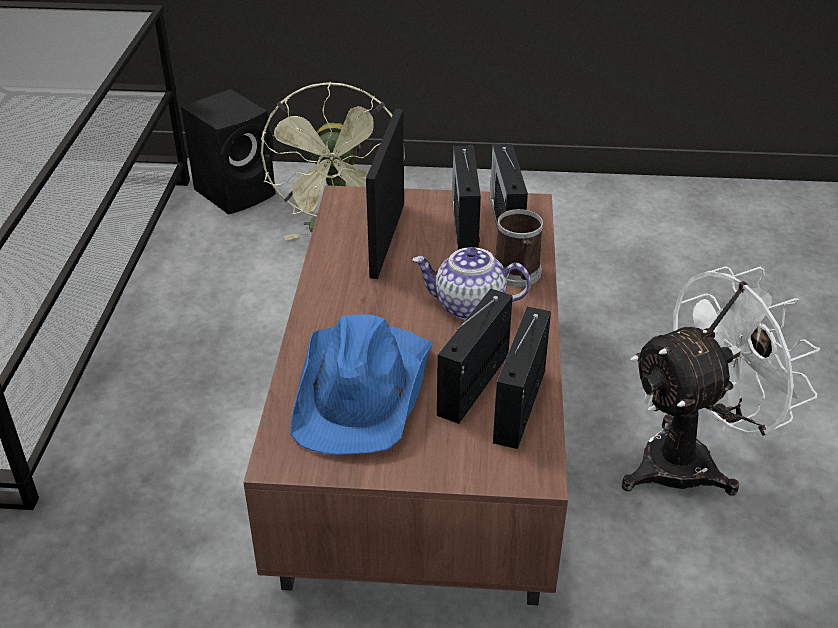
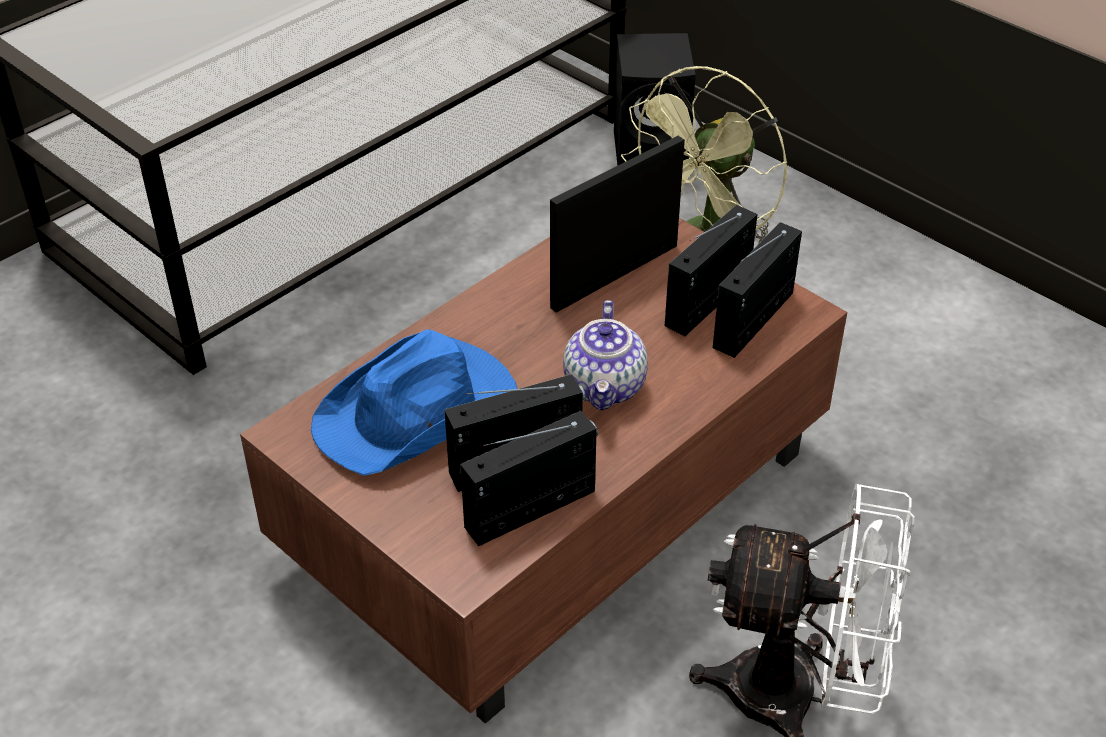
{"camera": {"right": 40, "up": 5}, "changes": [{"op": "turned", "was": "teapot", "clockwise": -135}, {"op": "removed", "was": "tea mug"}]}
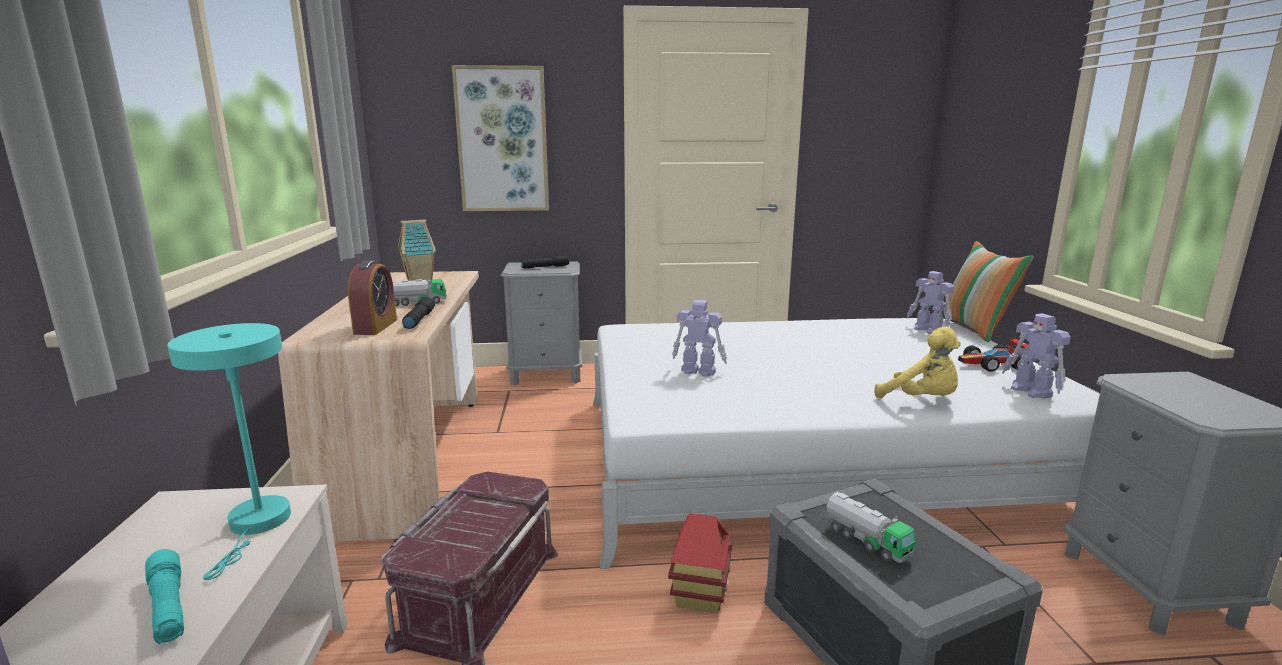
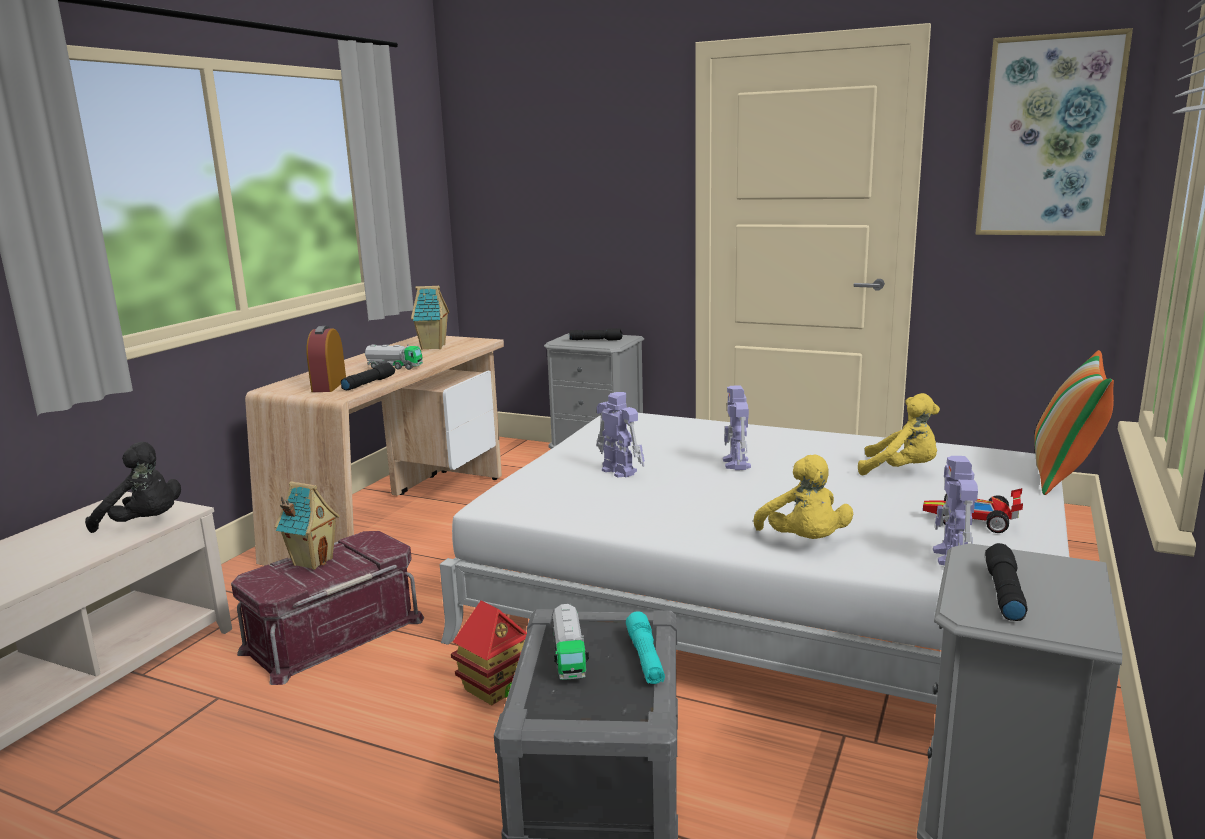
{"camera": {"right": 30, "up": 0}, "changes": [{"op": "replaced", "was": "turquoise lamp for a table", "now": "black-coloured cuddly toy"}, {"op": "added", "now": "miniature house (1st from left)"}, {"op": "turned", "was": "table clock", "clockwise": 150}, {"op": "moved", "was": "turquoise hand torch"}, {"op": "moved", "was": "model robot (2nd from left)"}, {"op": "added", "now": "yellow-coloured cuddly toy (2nd from left)"}, {"op": "moved", "was": "picture"}, {"op": "added", "now": "black-coloured hand torch (3rd from left)"}]}
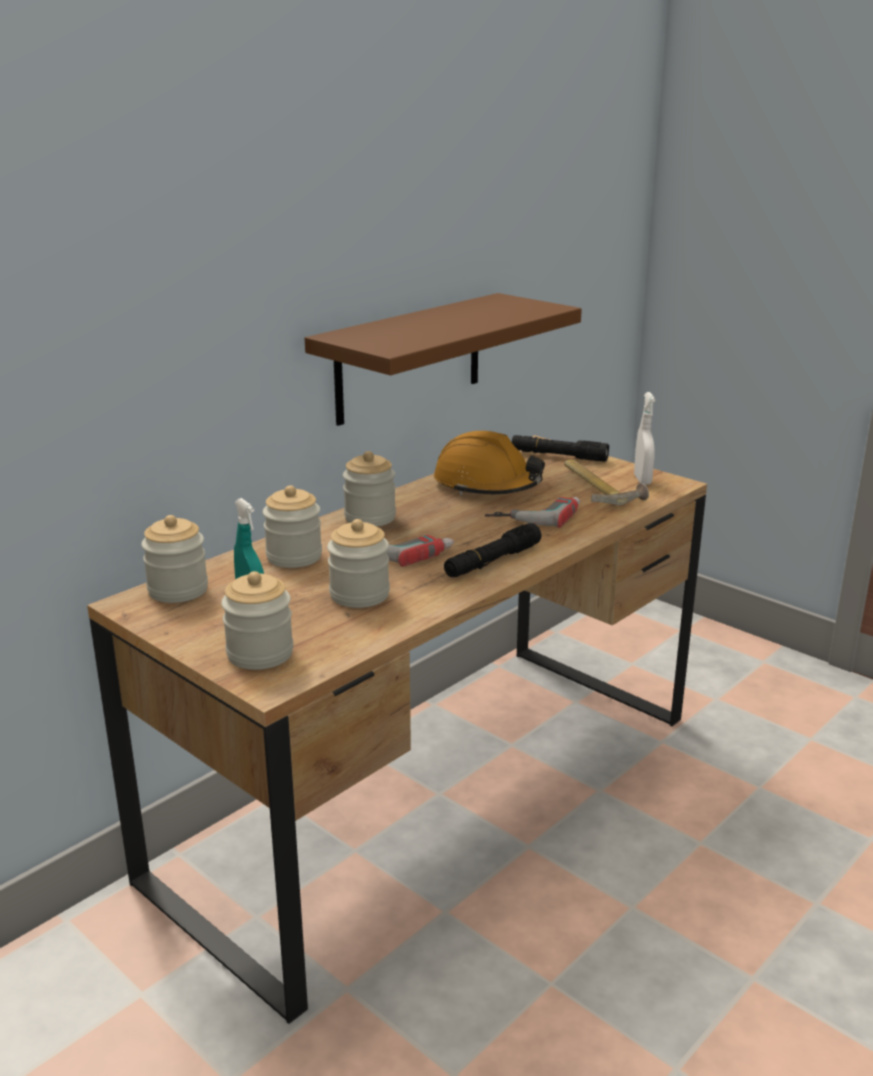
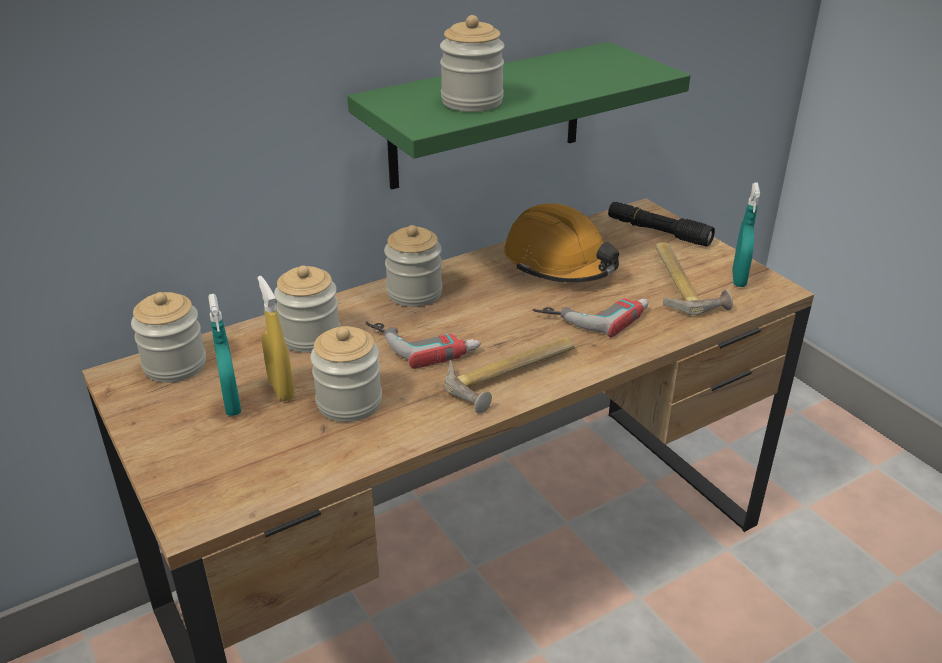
{"camera": {"right": 15, "up": 10}, "changes": [{"op": "added", "now": "yellow-coloured hand sprayer"}, {"op": "recoloured", "was": "brownish wall shelf", "now": "greenish wall shelf"}, {"op": "moved", "was": "storage jar (2nd from left in the first image)", "now": "storage jar (5th from left)"}, {"op": "replaced", "was": "black-coloured hand torch (1st from left)", "now": "hand hammer (1st from left)"}, {"op": "recoloured", "was": "white hand sprayer", "now": "turquoise hand sprayer (2nd from left)"}]}
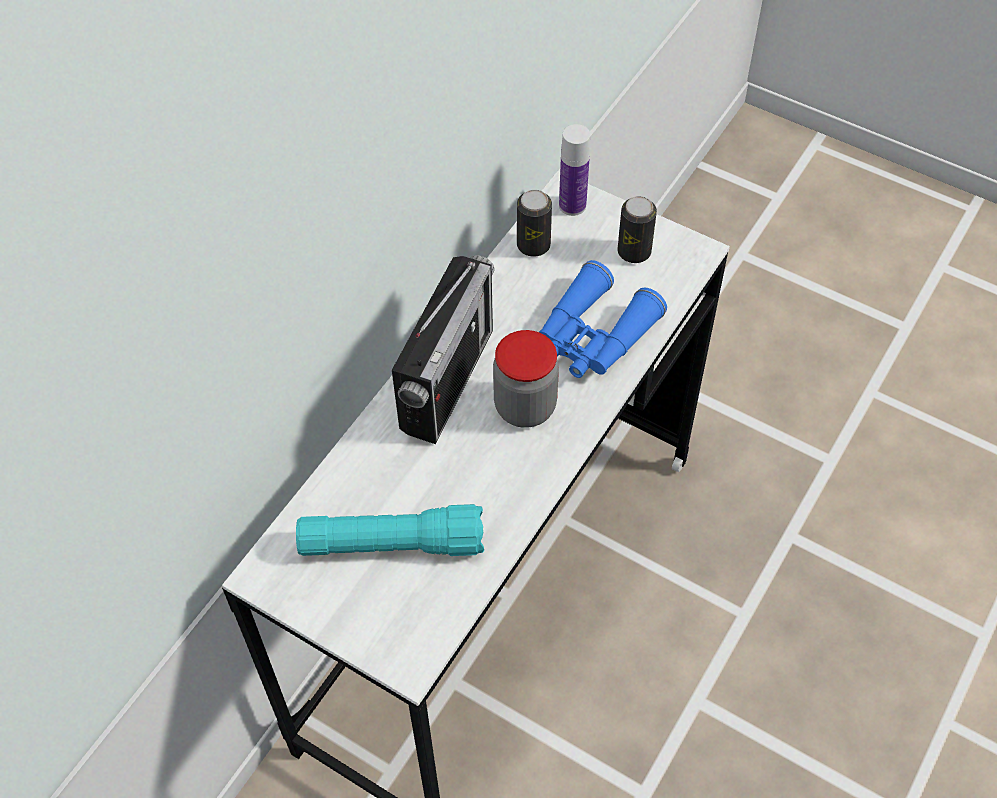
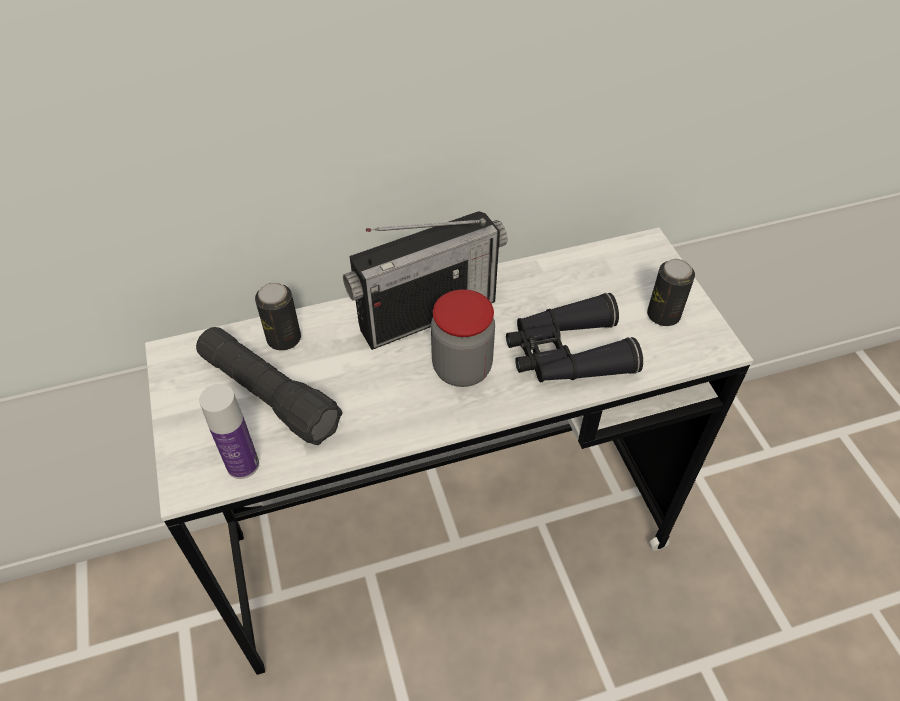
{"camera": {"right": 40, "up": -5}, "changes": [{"op": "recoloured", "was": "turquoise hand torch", "now": "black-coloured hand torch"}, {"op": "moved", "was": "drink bottle"}, {"op": "moved", "was": "metal can (1st from left)"}, {"op": "recoloured", "was": "bluish pair of binoculars", "now": "black-coloured pair of binoculars"}]}
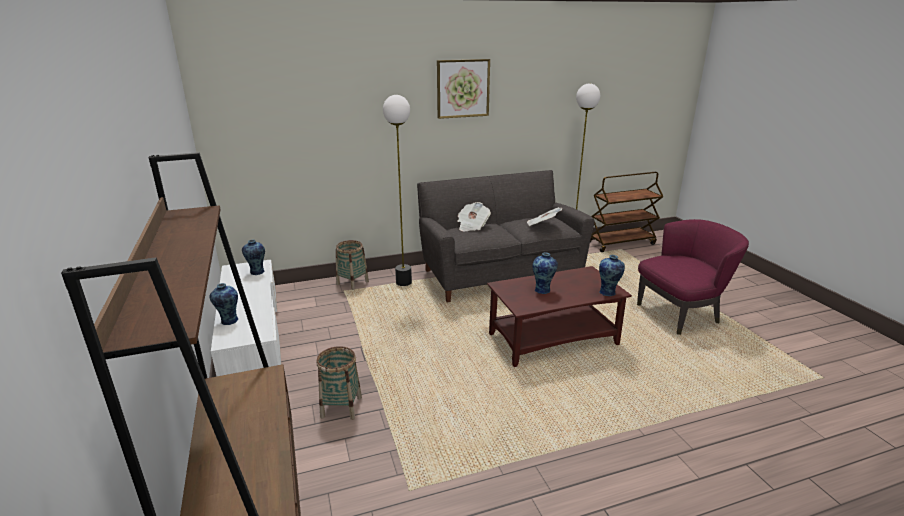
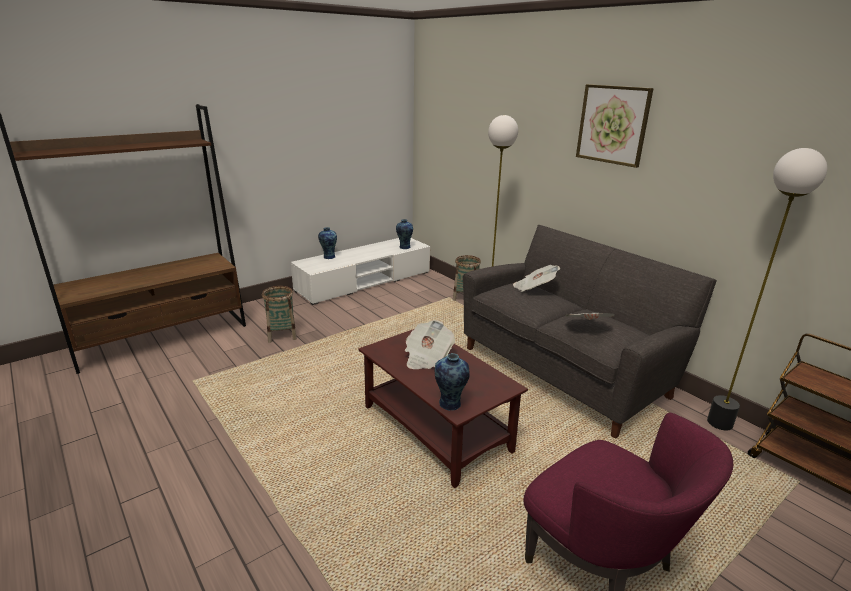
{"camera": {"right": 70, "up": 0}, "changes": [{"op": "replaced", "was": "decorative vase (3rd from left)", "now": "newspaper (1st from left)"}]}
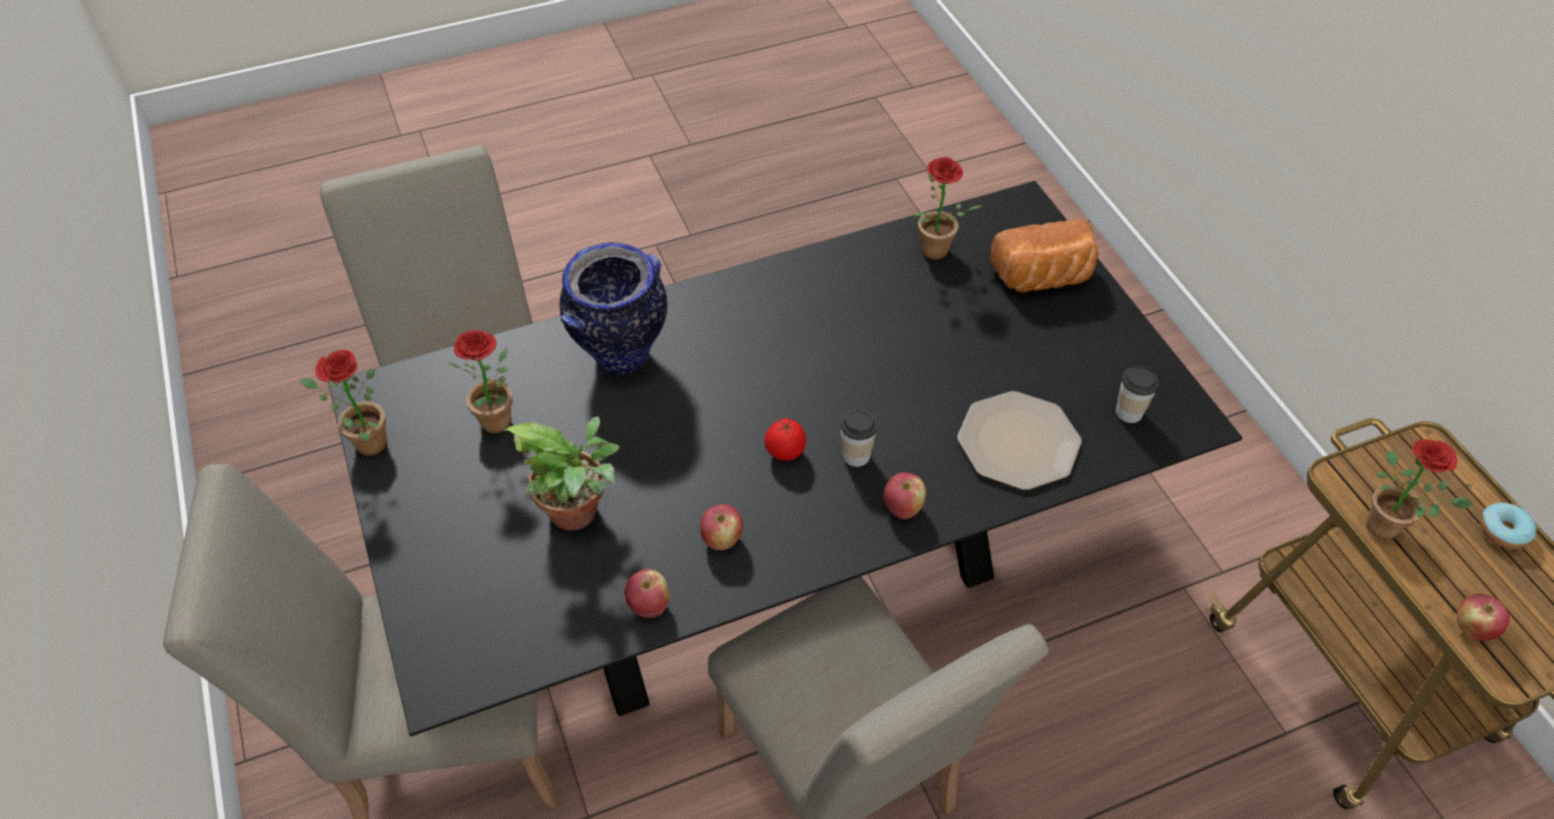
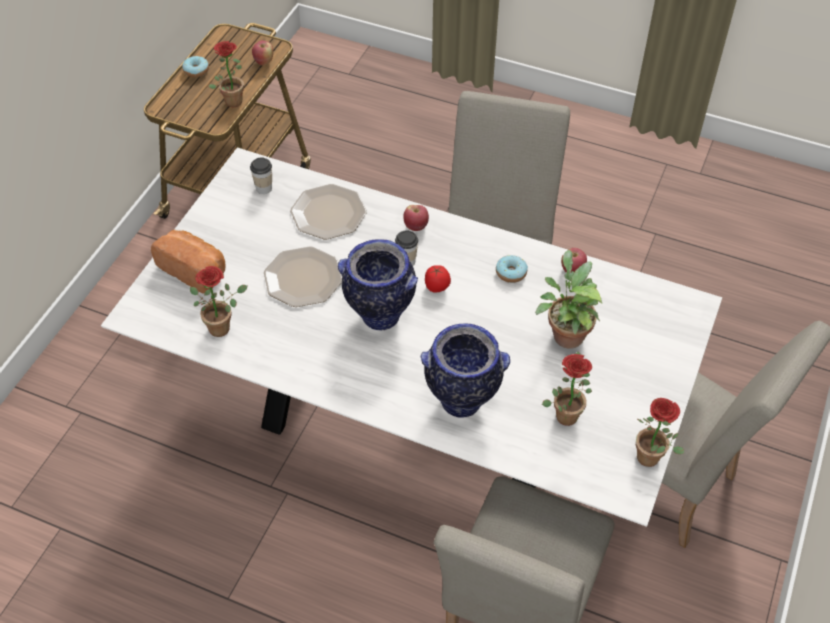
{"camera": {"right": -135, "up": 0}, "changes": [{"op": "recoloured", "was": "black-coloured kitchen table", "now": "white kitchen table"}, {"op": "added", "now": "dinner plate (1st from left)"}, {"op": "added", "now": "decorative vase (1st from left)"}, {"op": "replaced", "was": "whole apple (2nd from left)", "now": "ring doughnut (2nd from left)"}]}
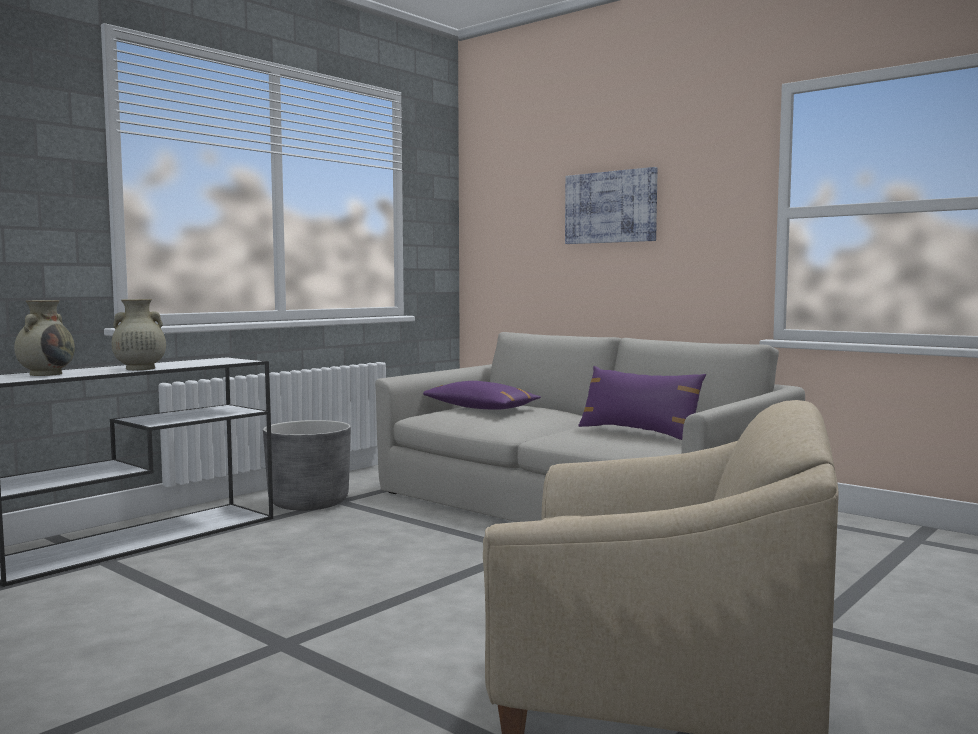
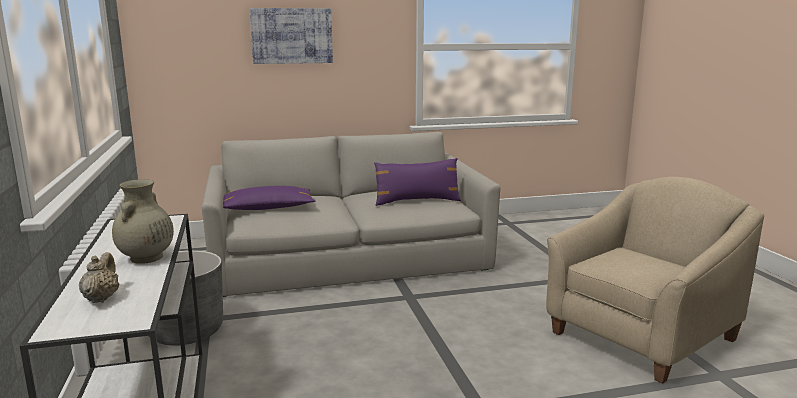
{"camera": {"right": -55, "up": 10}, "changes": [{"op": "replaced", "was": "beige decorative vase (1st from left)", "now": "beige teapot"}]}
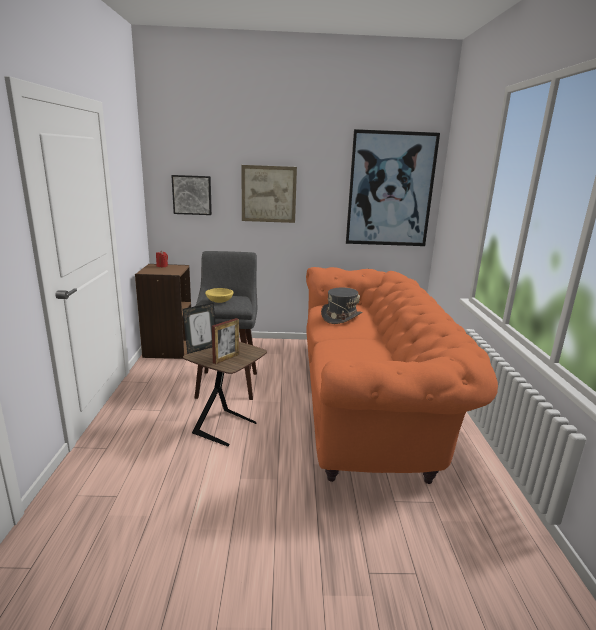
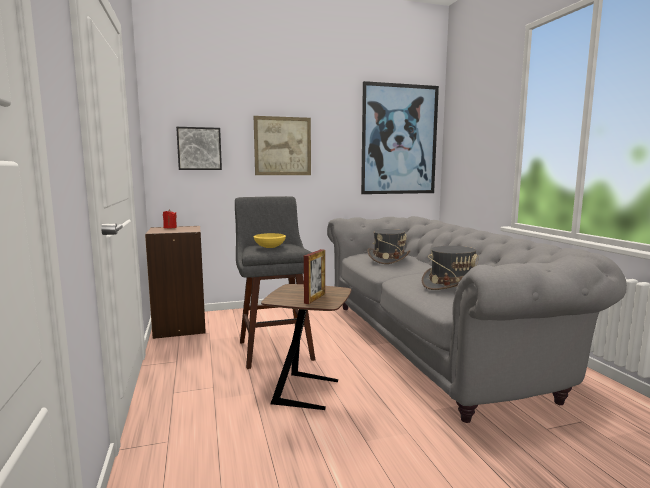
{"camera": {"right": -15, "up": -10}, "changes": [{"op": "recoloured", "was": "orange-coloured settee", "now": "greyish settee"}, {"op": "added", "now": "greyish wearable hat (2nd from left)"}, {"op": "removed", "was": "photo frame (1st from left)"}]}
